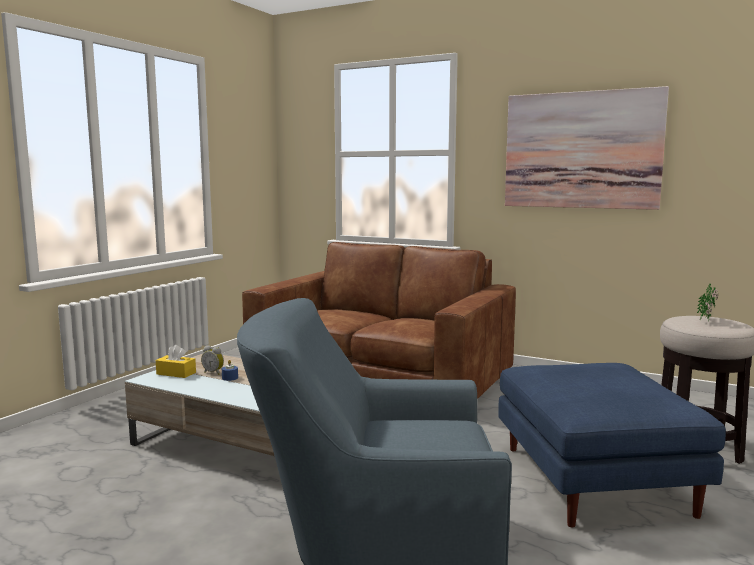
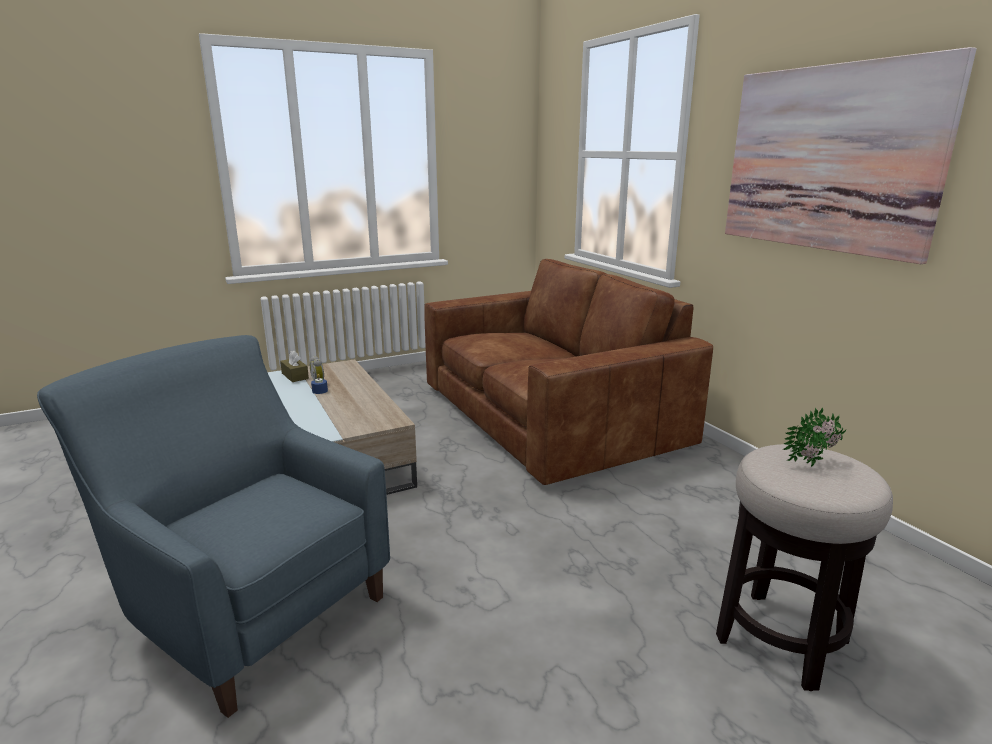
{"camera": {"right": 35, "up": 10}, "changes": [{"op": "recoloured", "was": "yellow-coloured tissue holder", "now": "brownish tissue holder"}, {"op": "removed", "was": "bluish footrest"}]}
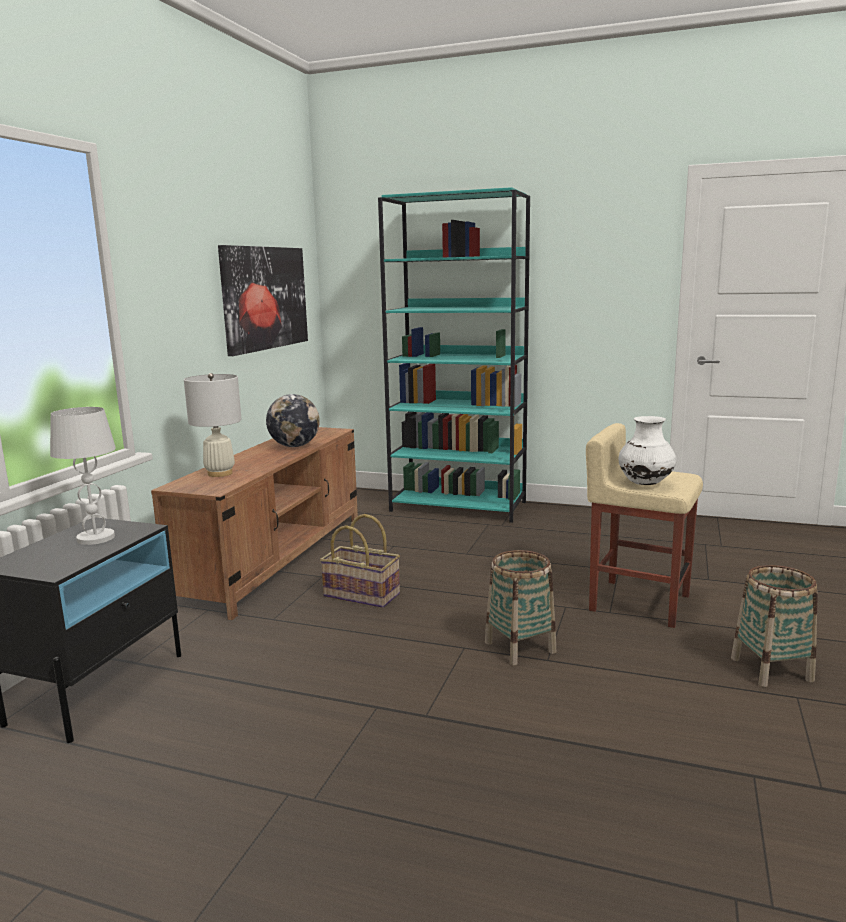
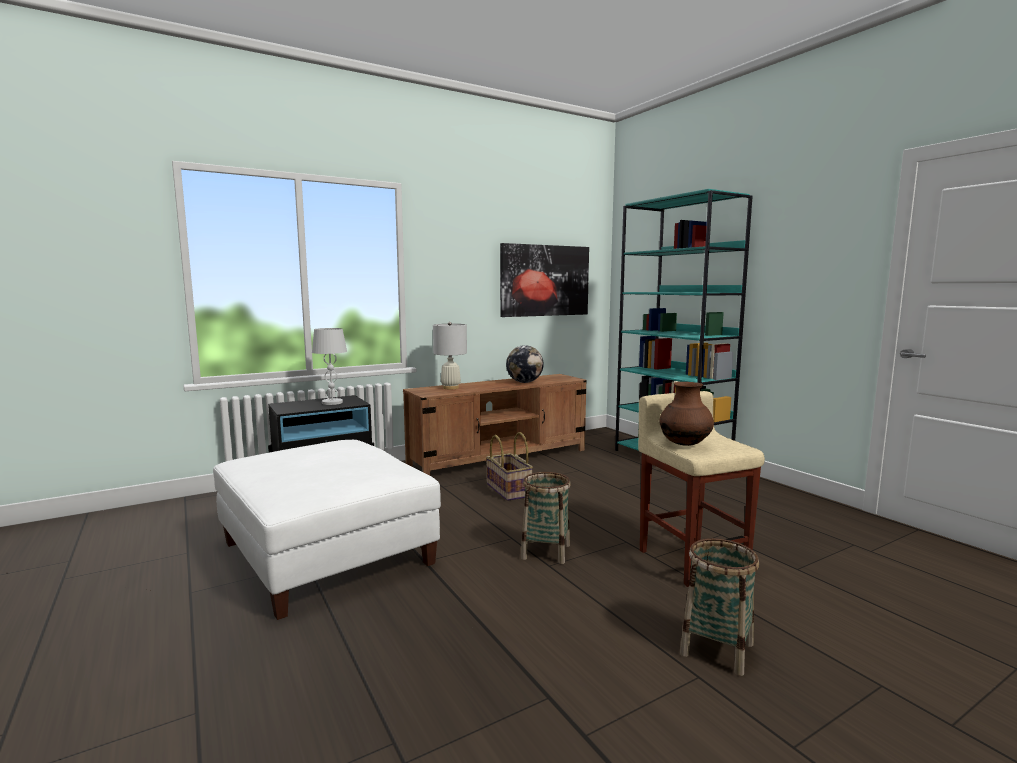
{"camera": {"right": 40, "up": -5}, "changes": [{"op": "added", "now": "white footrest"}, {"op": "recoloured", "was": "white decorative vase", "now": "brownish decorative vase"}]}
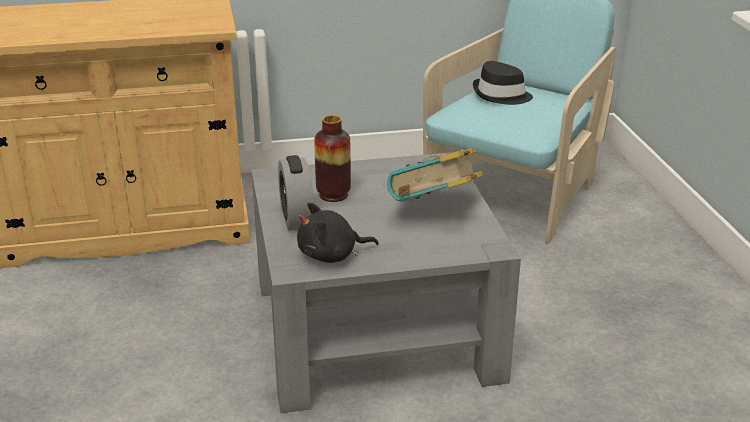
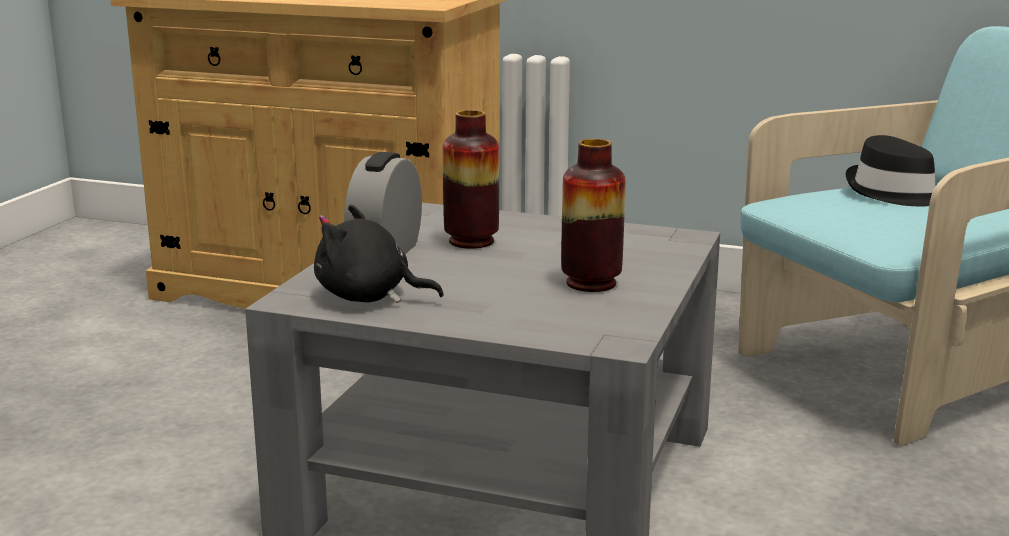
{"camera": {"right": 30, "up": -10}, "changes": [{"op": "replaced", "was": "volume", "now": "decorative vase (2nd from left)"}]}
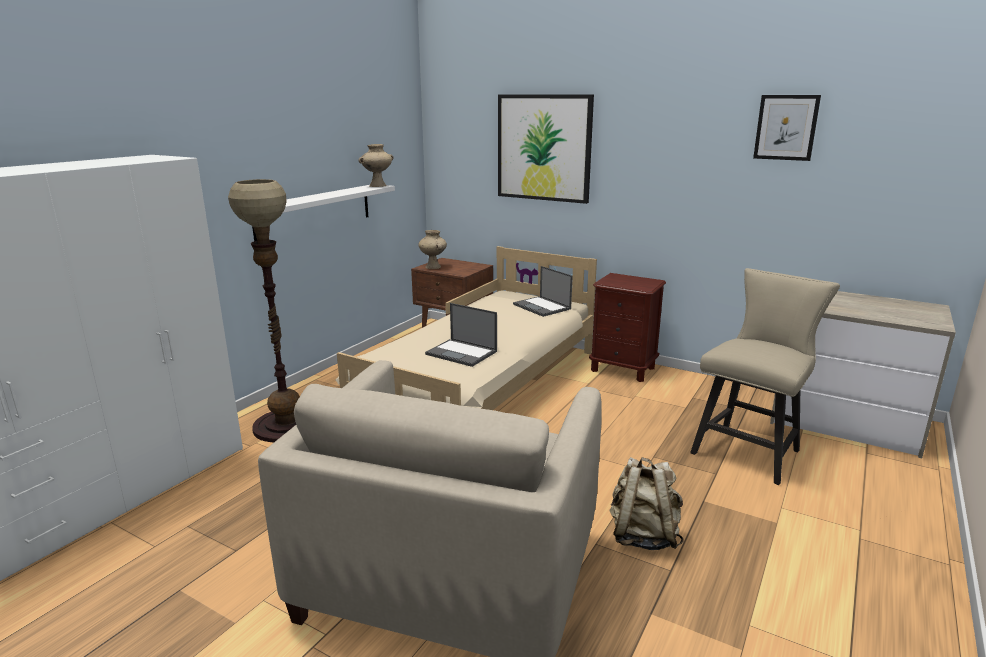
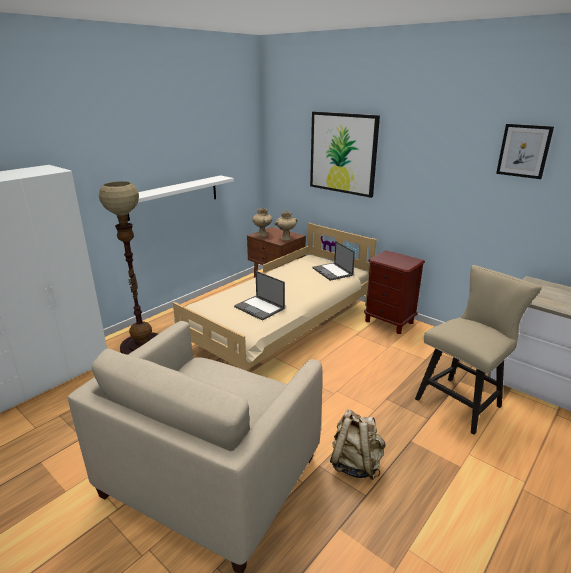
{"camera": {"right": 10, "up": 5}, "changes": [{"op": "moved", "was": "beige decorative vase (1st from left in the first image)", "now": "beige decorative vase (2nd from left)"}]}
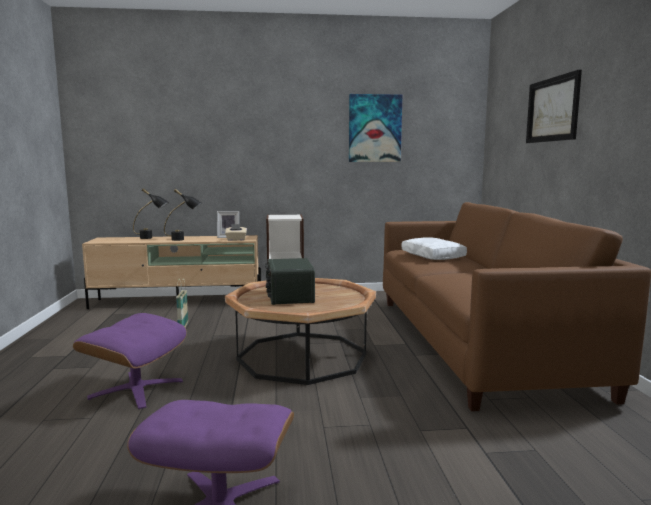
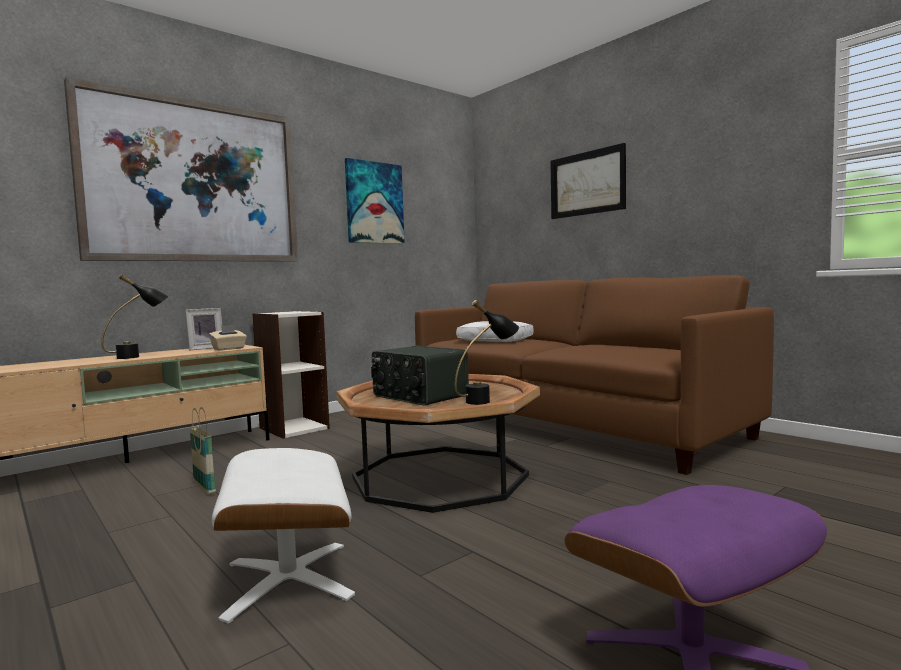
{"camera": {"right": -35, "up": -5}, "changes": [{"op": "added", "now": "picture (1st from left)"}, {"op": "recoloured", "was": "purplish footrest (1st from left)", "now": "white footrest"}, {"op": "moved", "was": "black-coloured lamp for a table (1st from left in the first image)", "now": "black-coloured lamp for a table (2nd from left)"}]}
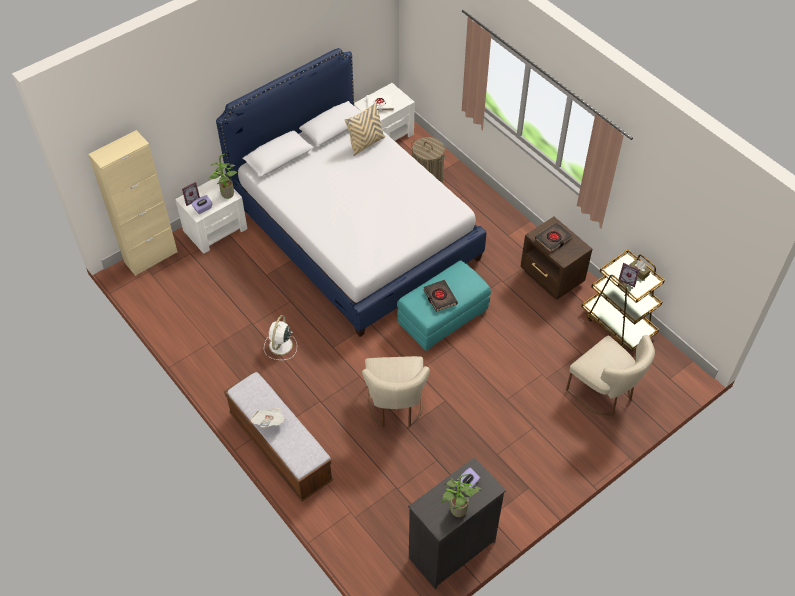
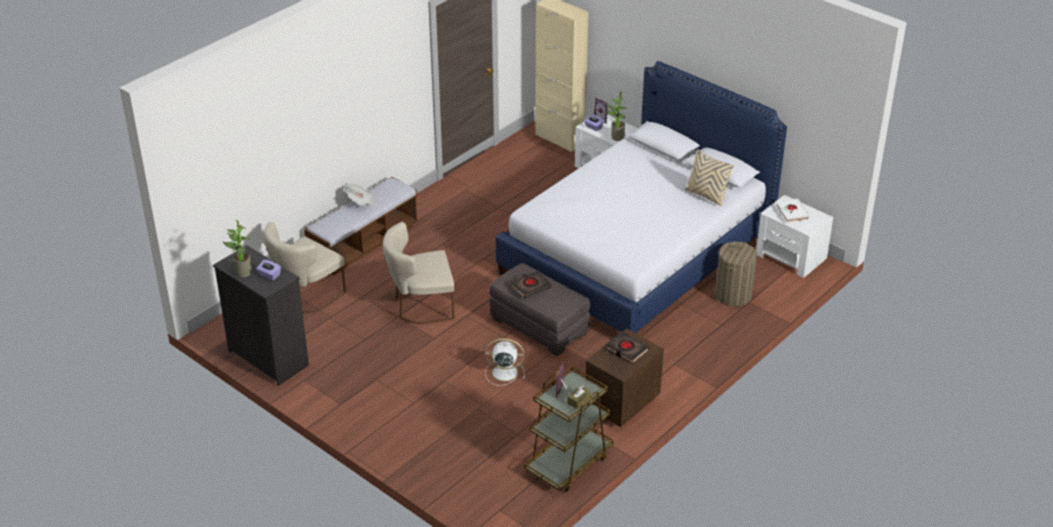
{"camera": {"right": 80, "up": -15}, "changes": [{"op": "moved", "was": "beige upright chair (2nd from left in the first image)", "now": "beige upright chair (1st from left)"}, {"op": "moved", "was": "white electric fan"}, {"op": "recoloured", "was": "turquoise footrest", "now": "greyish footrest"}]}
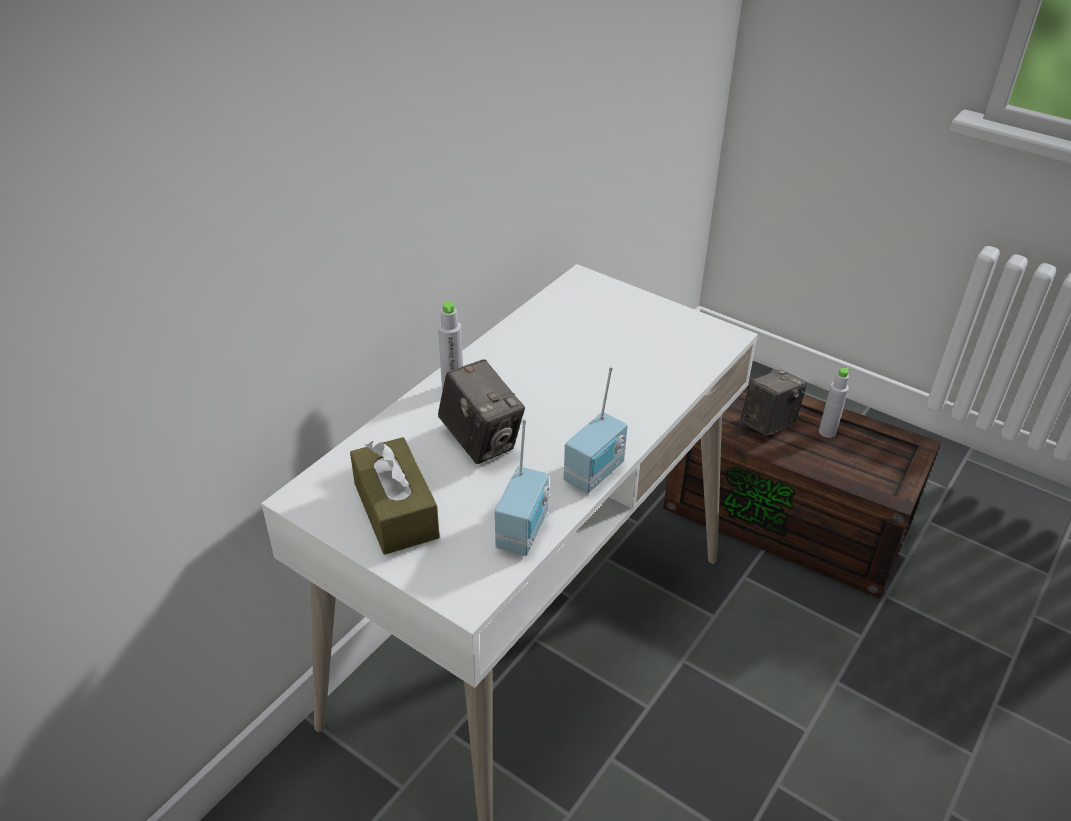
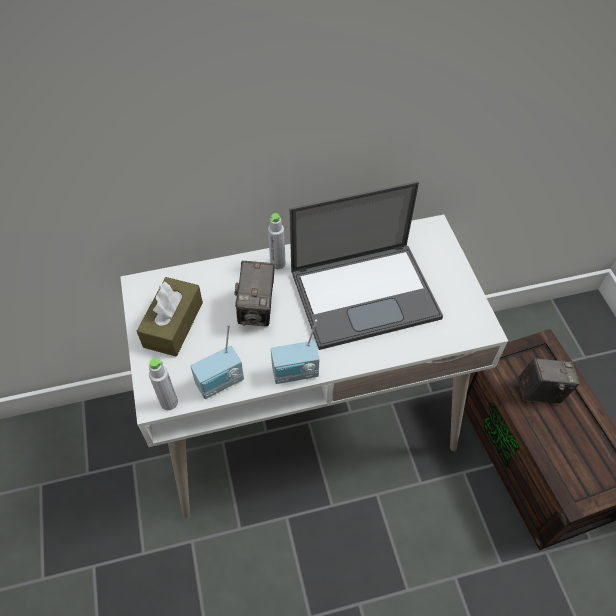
{"camera": {"right": 40, "up": 15}, "changes": [{"op": "moved", "was": "greyish drink bottle (2nd from left in the first image)", "now": "greyish drink bottle (1st from left)"}, {"op": "added", "now": "portable computer"}]}
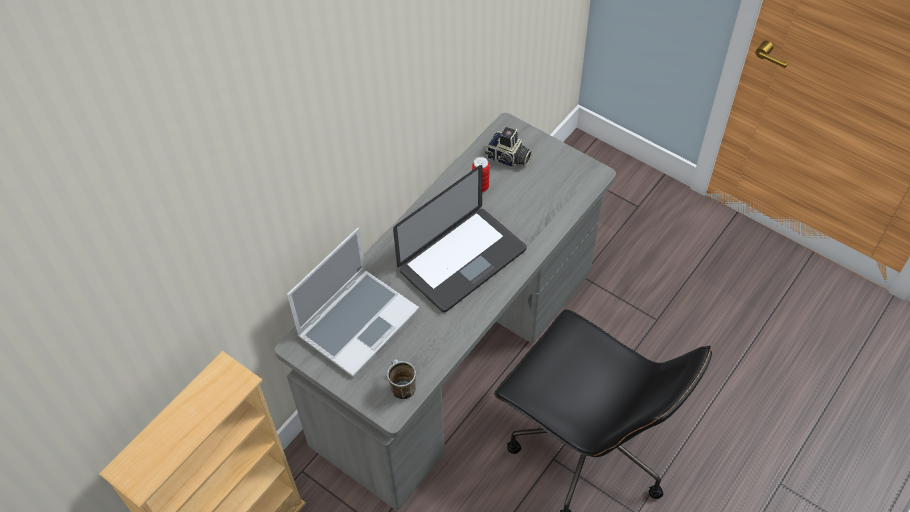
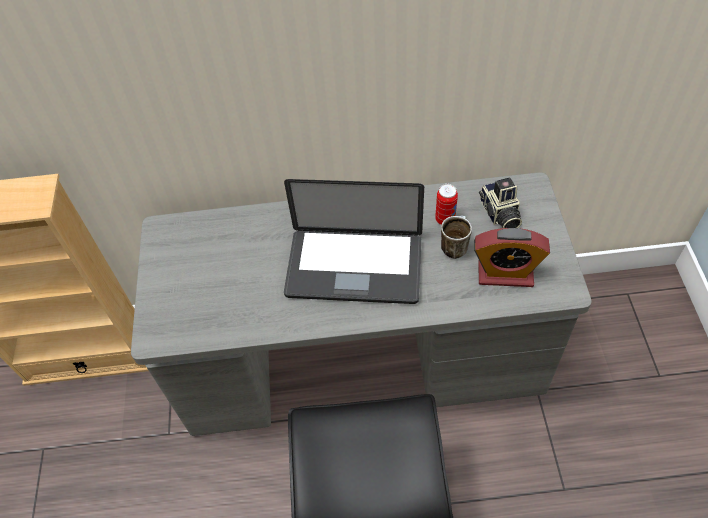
{"camera": {"right": 50, "up": 0}, "changes": [{"op": "moved", "was": "tea mug"}, {"op": "added", "now": "table clock"}, {"op": "removed", "was": "portable computer (1st from left)"}]}
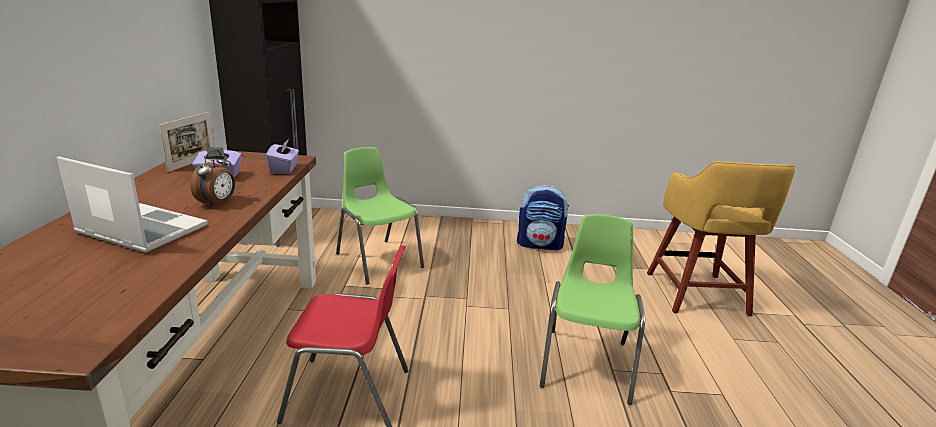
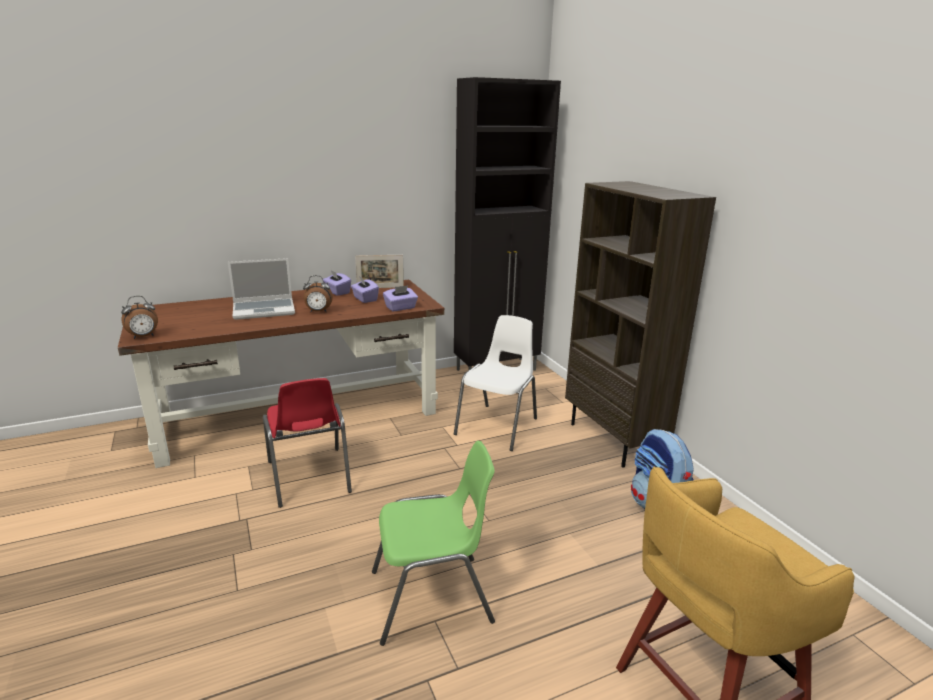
{"camera": {"right": 65, "up": 0}, "changes": [{"op": "added", "now": "table clock (1st from left)"}, {"op": "turned", "was": "portable computer", "clockwise": 75}, {"op": "added", "now": "purplish tissue holder (1st from left)"}, {"op": "recoloured", "was": "greenish upright chair (1st from left)", "now": "white upright chair"}, {"op": "added", "now": "brownish bookshelf"}]}
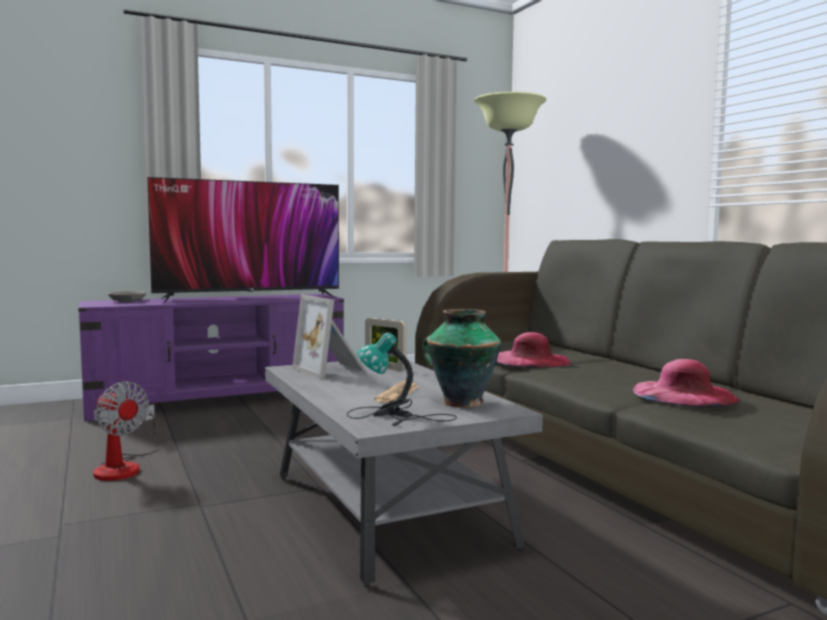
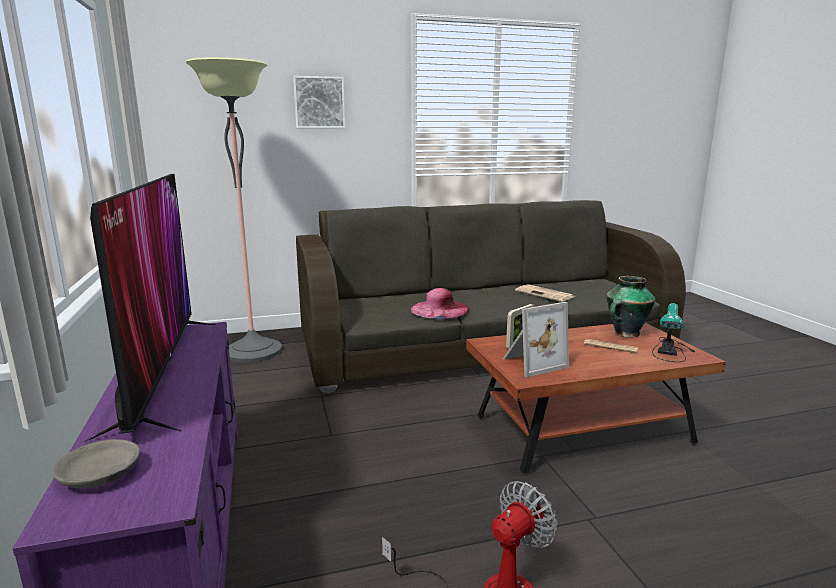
{"camera": {"right": -80, "up": 10}, "changes": [{"op": "added", "now": "picture"}, {"op": "recoloured", "was": "greyish lounge table", "now": "brownish lounge table"}, {"op": "replaced", "was": "pink wearable hat (2nd from left)", "now": "newspaper (1st from left)"}]}
